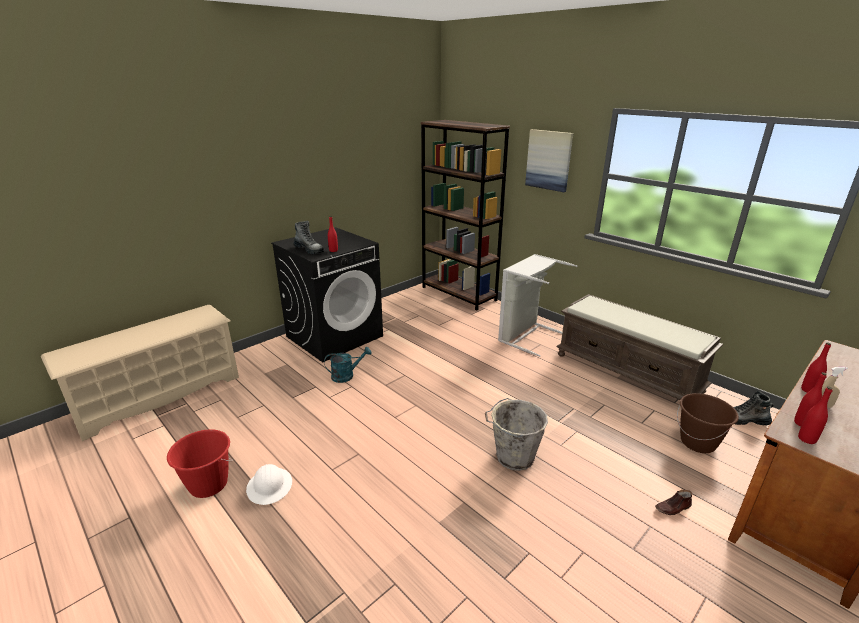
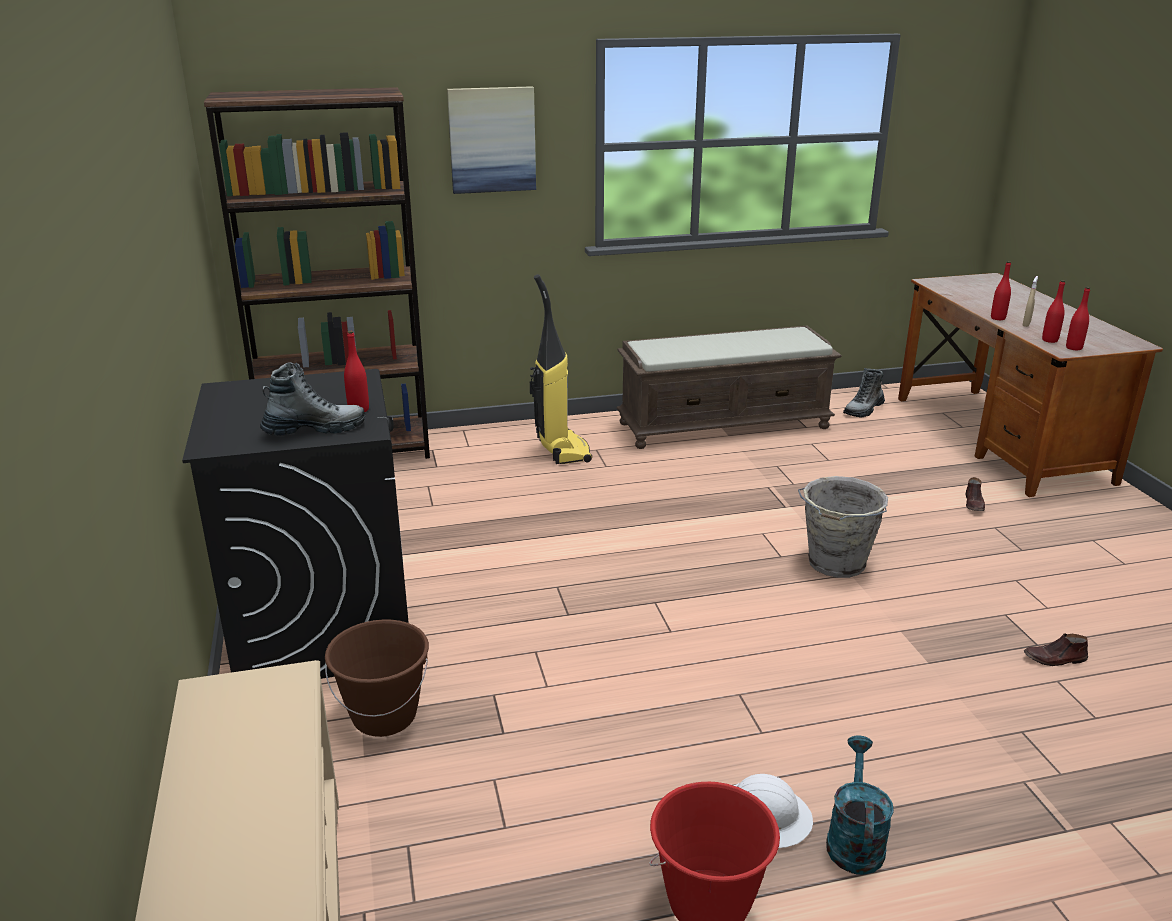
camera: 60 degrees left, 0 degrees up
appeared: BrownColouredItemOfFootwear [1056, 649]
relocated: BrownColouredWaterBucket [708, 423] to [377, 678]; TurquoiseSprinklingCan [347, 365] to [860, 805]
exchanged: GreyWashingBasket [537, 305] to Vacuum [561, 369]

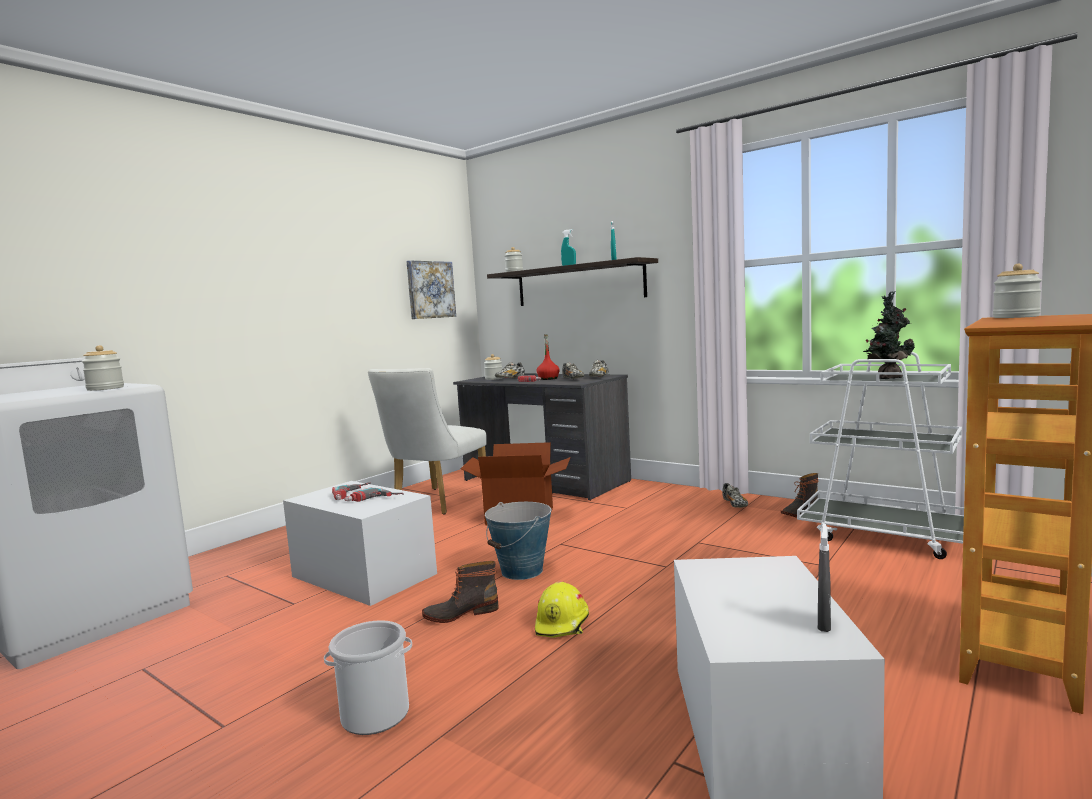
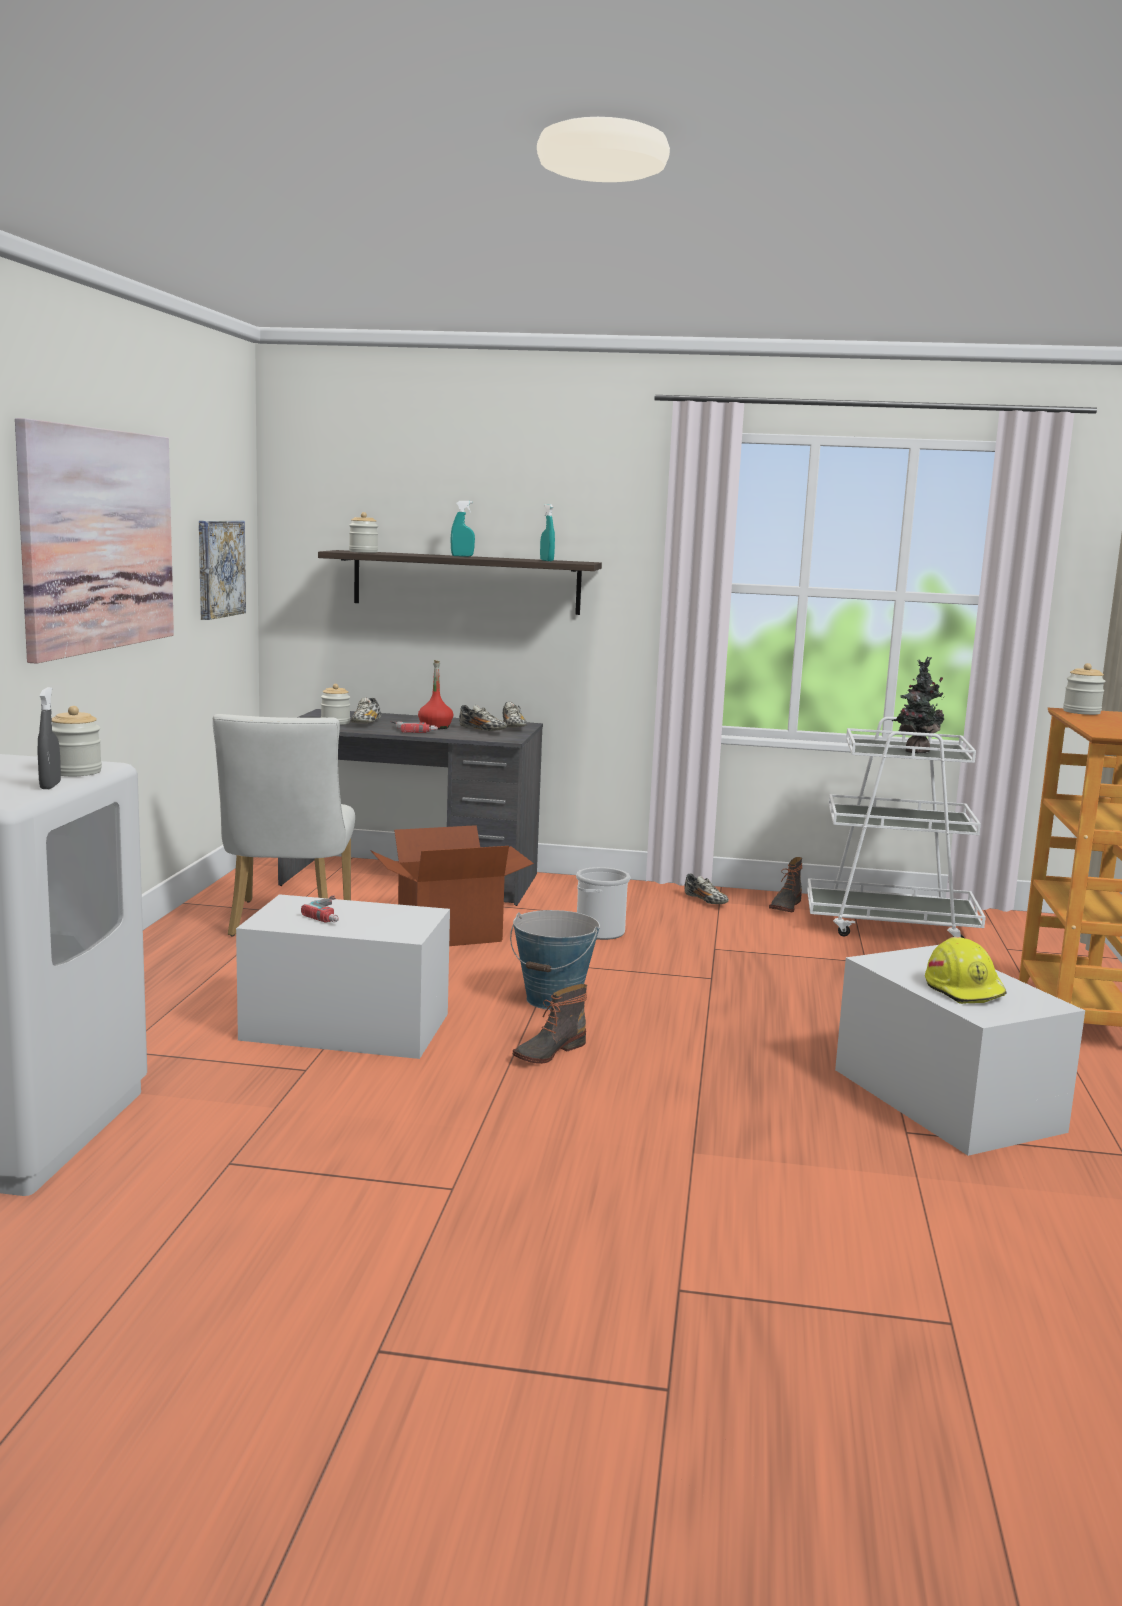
camera: 30 degrees left, 5 degrees up
missing: Drill [374, 494]
appeared: WallArt [94, 541]
relocated: GreySprayBottle [824, 578] to [49, 738]; WaterBucket [368, 677] to [603, 903]; YellowColouredSafetyHelmet [562, 609] to [965, 970]

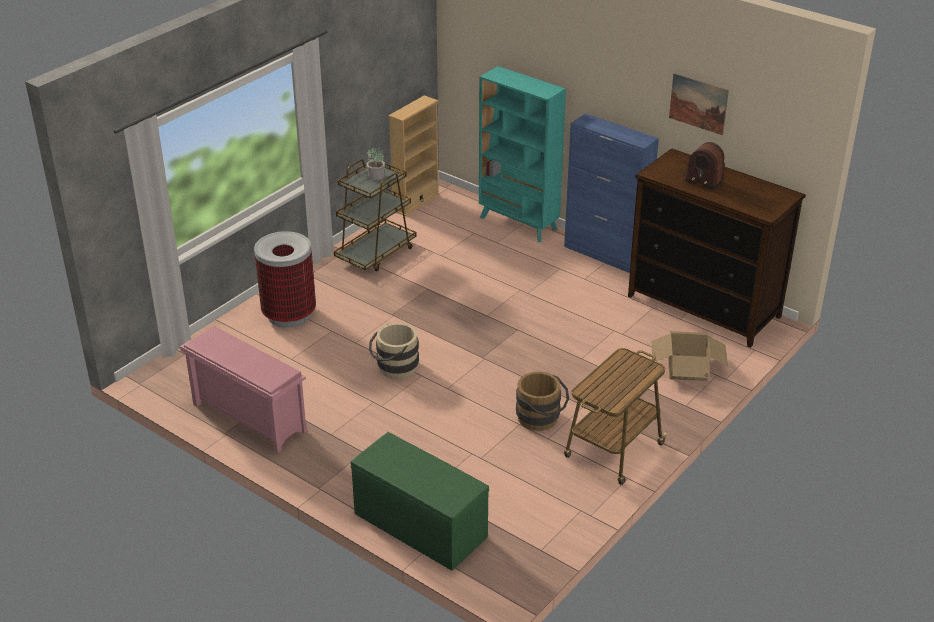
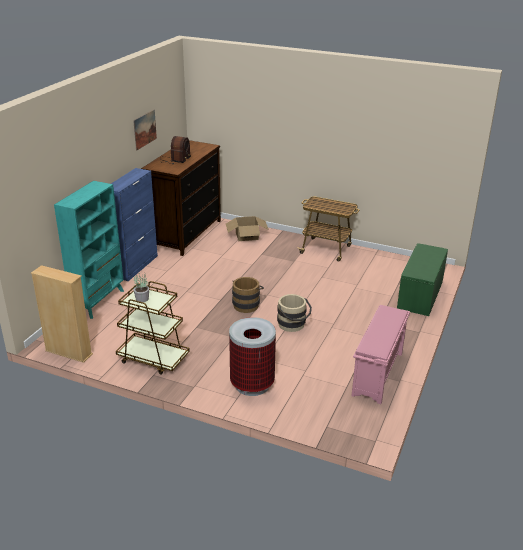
camera: 105 degrees left, 5 degrees down
relocated: BrownColouredWaterBucket [542, 401] to [248, 295]

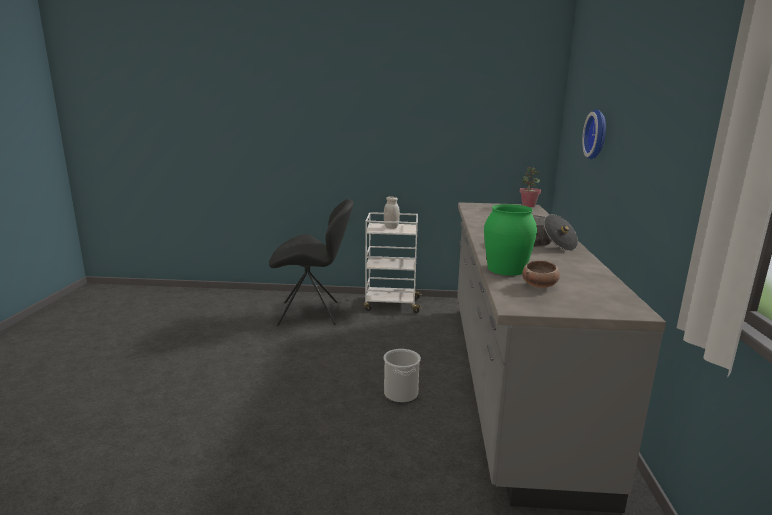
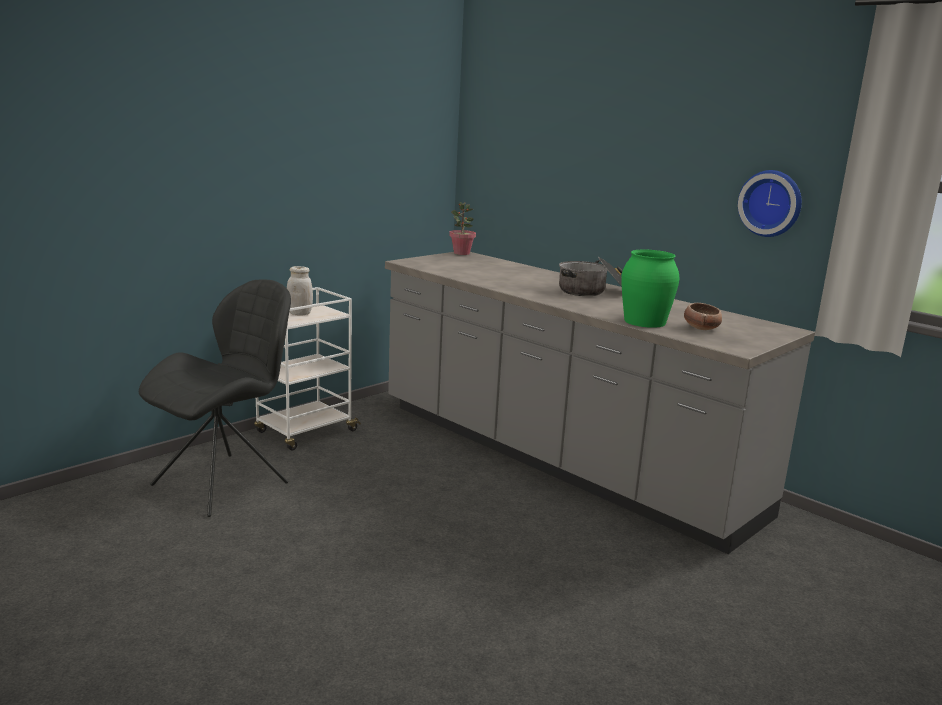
camera: 50 degrees left, 0 degrees up
missing: WaterBucket [402, 376]
relocated: HangingClock [594, 134] to [770, 203]

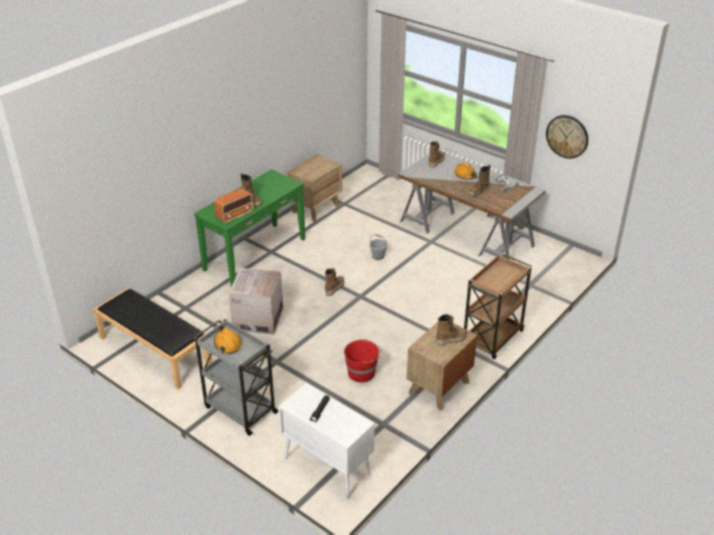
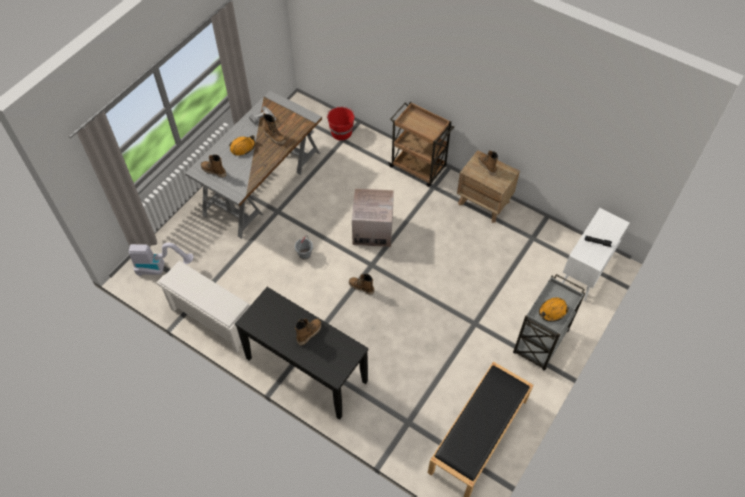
camera: 95 degrees left, 20 degrees up
missing: RadioReceiver [233, 205]; HangingClock [567, 137]
appeared: Vacuum [161, 259]
relocated: RedColouredWaterBucket [362, 361] to [341, 123]; Carton [256, 301] to [373, 217]
exchanged: BrownColouredNightTable [315, 188] to WhitishShoeRack [203, 307]
colour: GreenColouredHallTable [249, 227] to BlackishHallTable [301, 353]

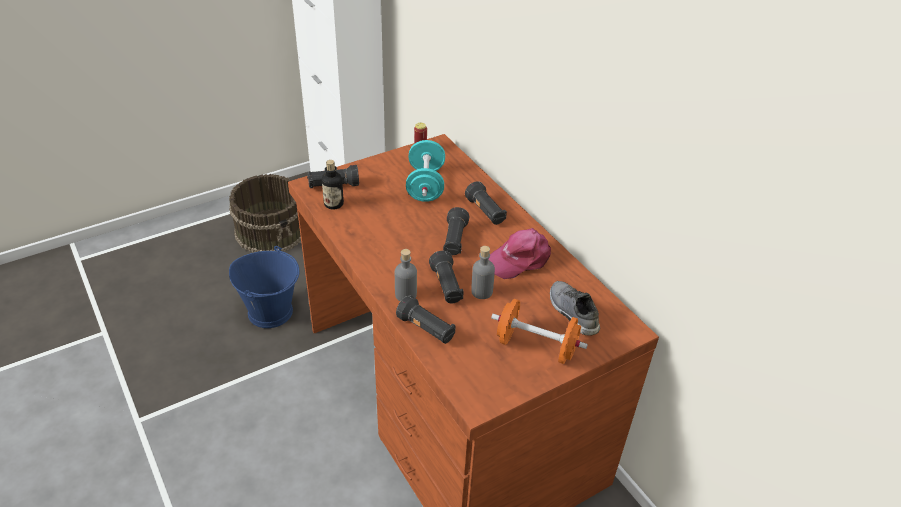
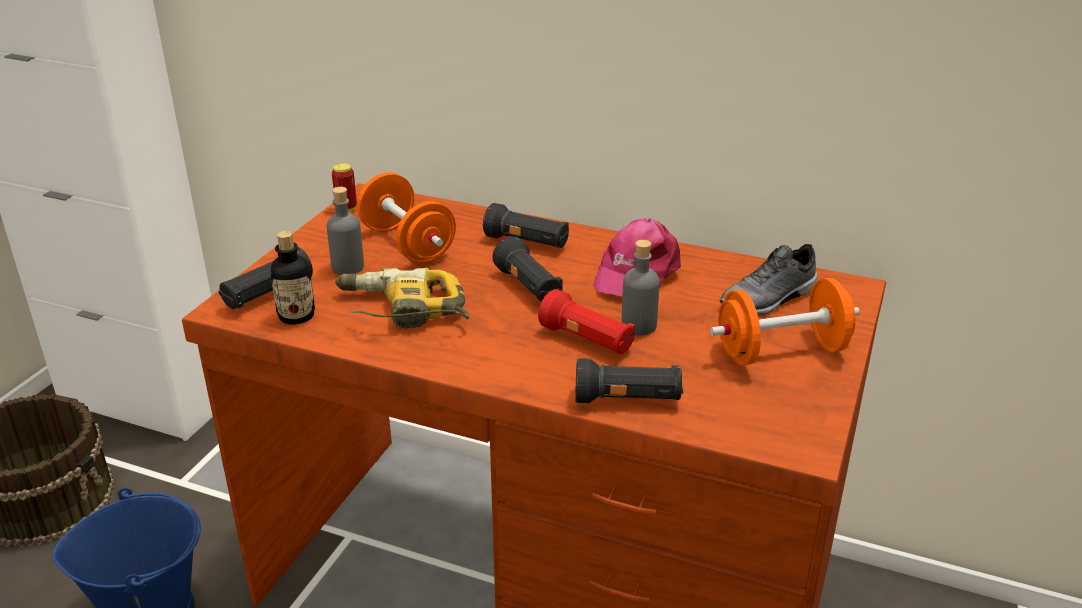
camera: 35 degrees left, 10 degrees down
appeared: Drill [402, 298]
relocated: GreyDrinkBottle [406, 275] to [345, 231]
colour: TurquoiseFreeWeight [425, 171] to OrangeFreeWeight [406, 218]; BlackishTorch [446, 277] to RedColouredTorch [586, 321]
spun: GreyItemOfFootwear [575, 308] = [769, 279] 60 degrees counterclockwise

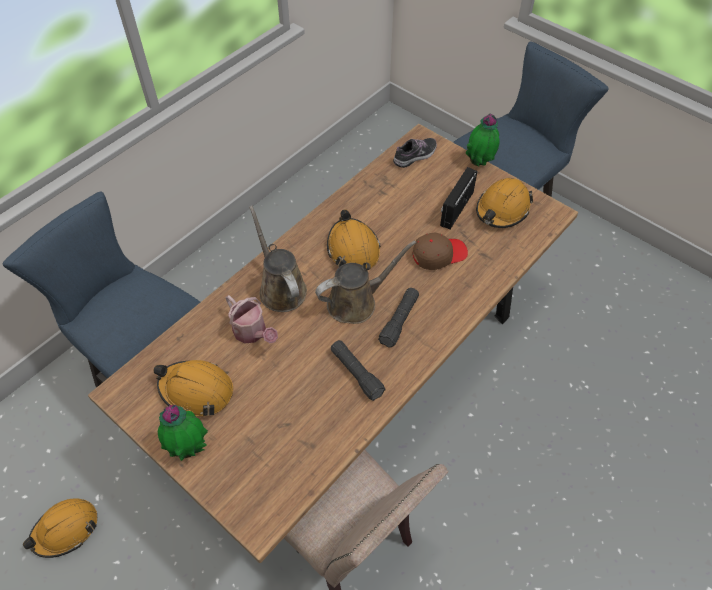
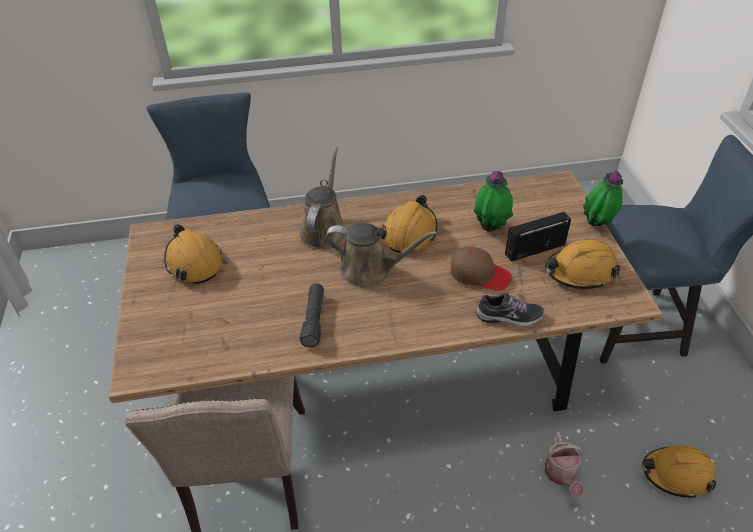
camera: 40 degrees right, 10 degrees down
missing: BlackishTorch [398, 318]
relocated: PottedPlant [183, 433] to [493, 201]; ItemOfFootwear [415, 153] to [510, 310]; SprinklingCan [251, 319] to [564, 464]; OrangeSafetyHelmet [60, 528] to [679, 472]

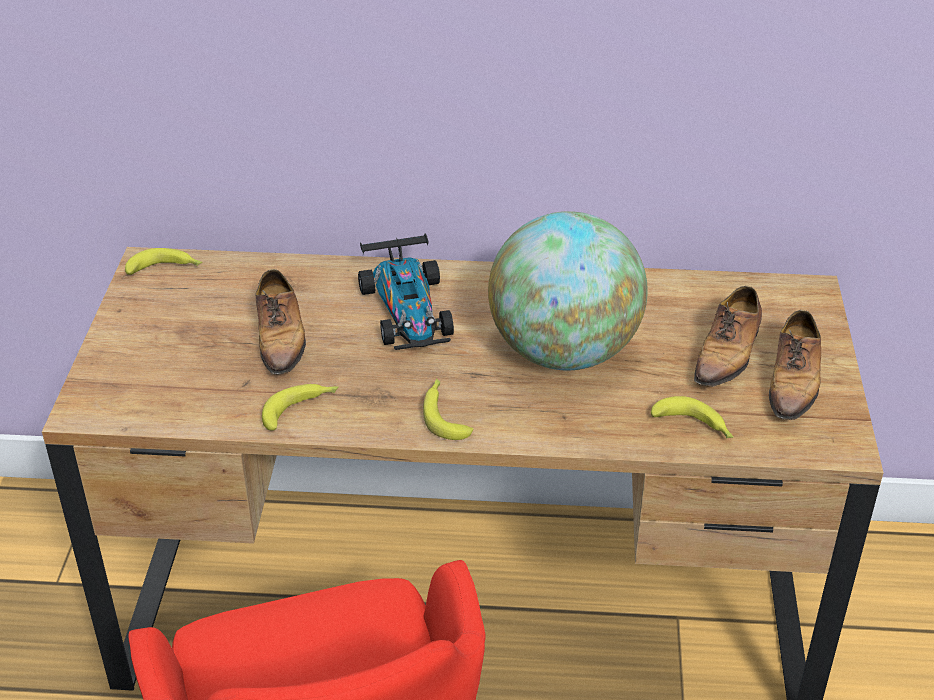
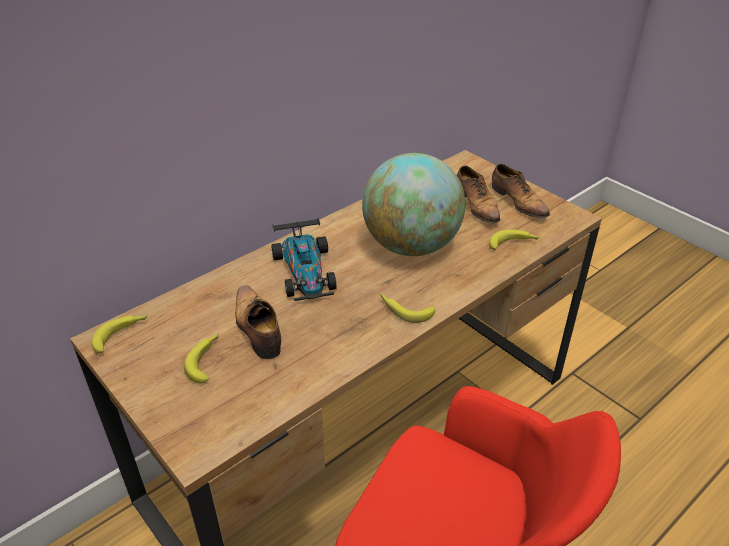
camera: 45 degrees left, 0 degrees up
relocated: WholeBanana [300, 407] to [201, 358]
spun: ItemOfFootwear [280, 322] = [258, 322] 150 degrees counterclockwise; ToyCar [406, 292] = [304, 259] 45 degrees clockwise

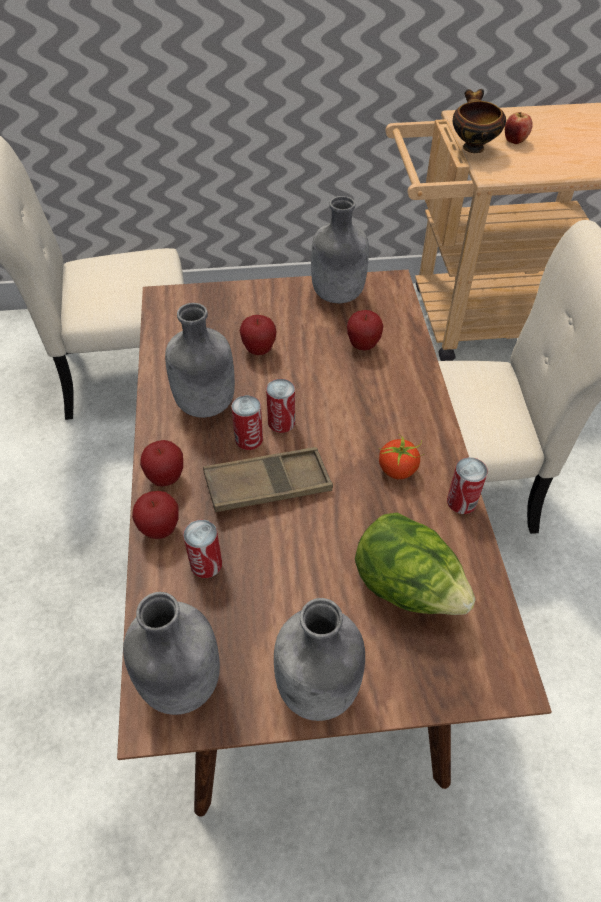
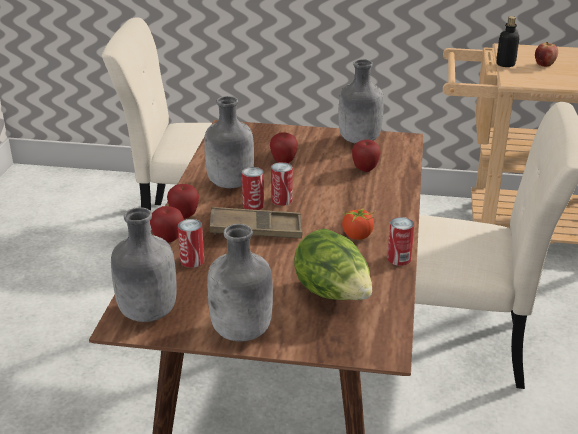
camera: 15 degrees right, 20 degrees down
exchanged: Bowl [479, 121] to DrinkBottle [507, 41]

